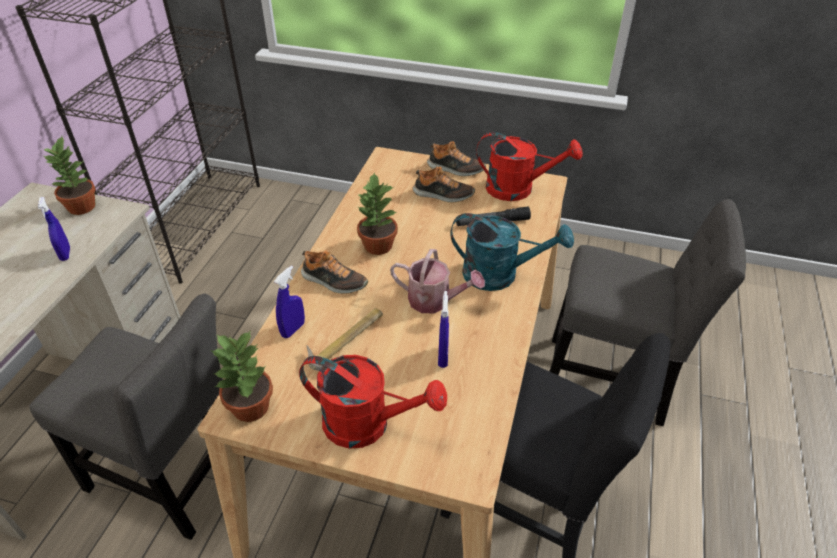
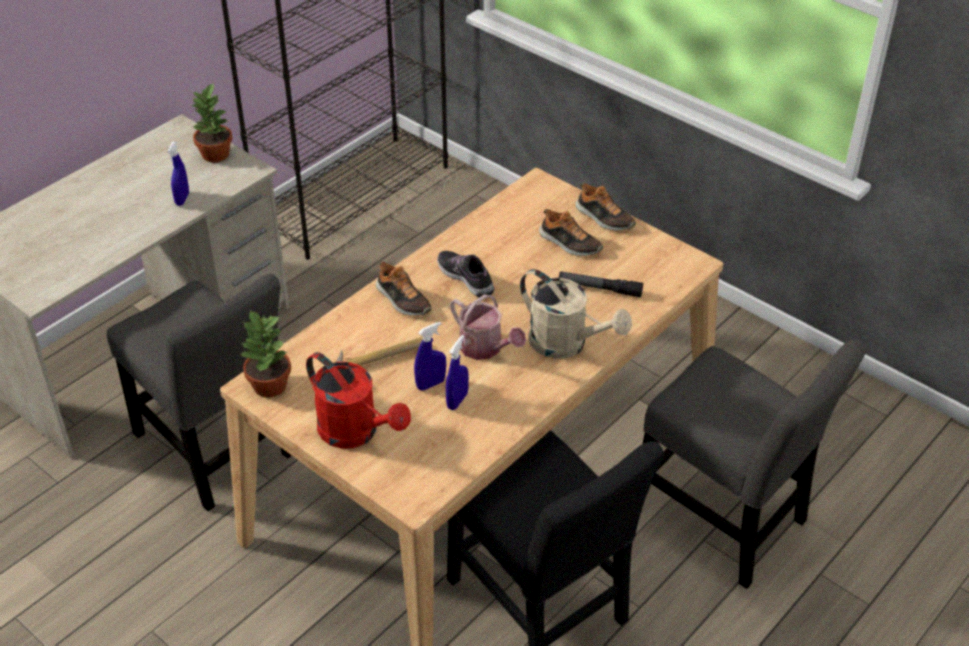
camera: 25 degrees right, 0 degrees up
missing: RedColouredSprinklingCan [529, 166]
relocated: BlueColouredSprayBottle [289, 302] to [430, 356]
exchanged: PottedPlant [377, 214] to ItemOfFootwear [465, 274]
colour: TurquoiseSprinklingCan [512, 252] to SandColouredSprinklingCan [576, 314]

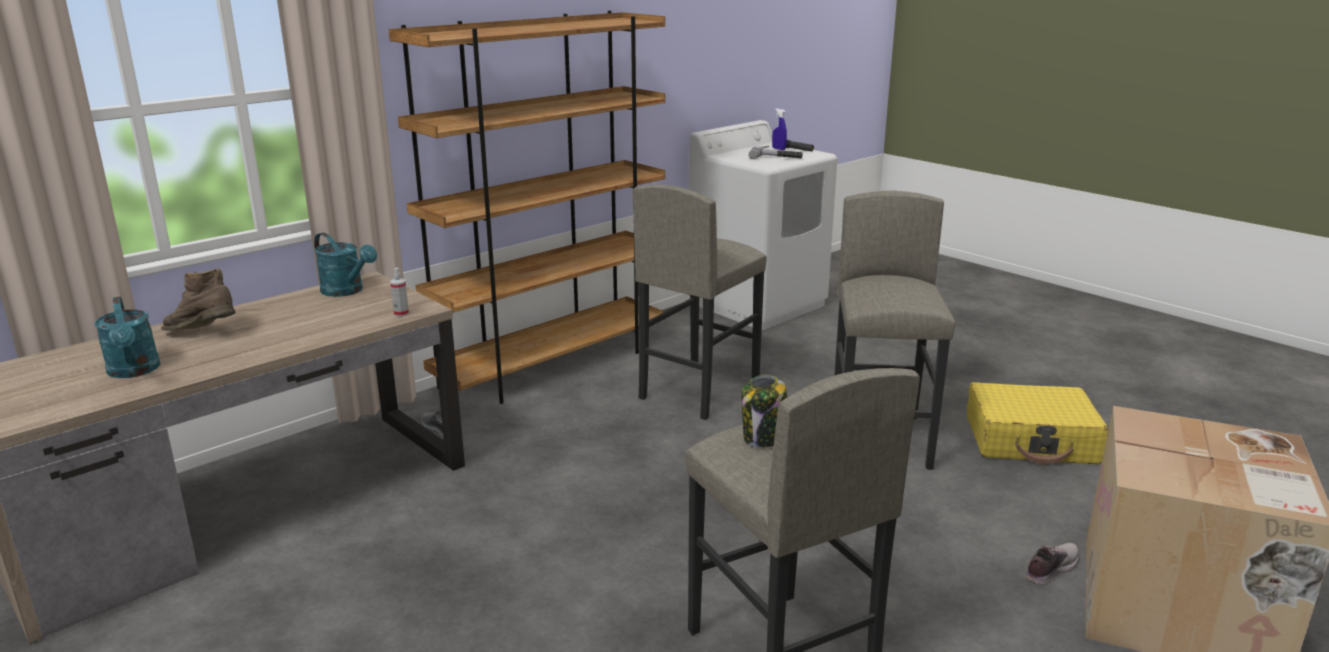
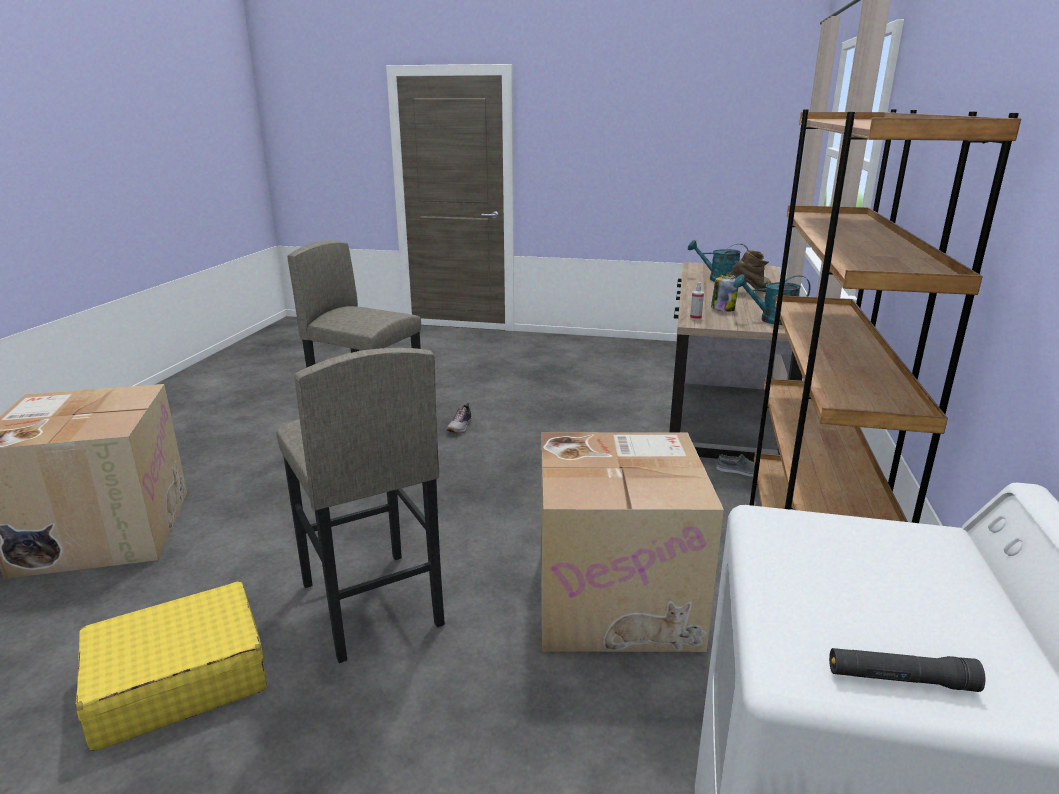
camera: 145 degrees right, 0 degrees up
missing: HandHammer [776, 152]; BlueColouredSprayBottle [779, 129]
relocated: ItemOfFootwear [1052, 564] to [459, 417]; PreserveJar [764, 411] to [724, 293]
exchanged: GreySittingStool [699, 302] to Carton [632, 542]

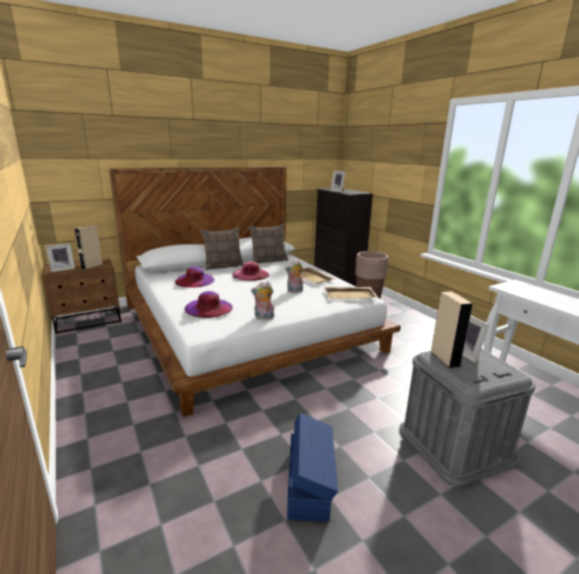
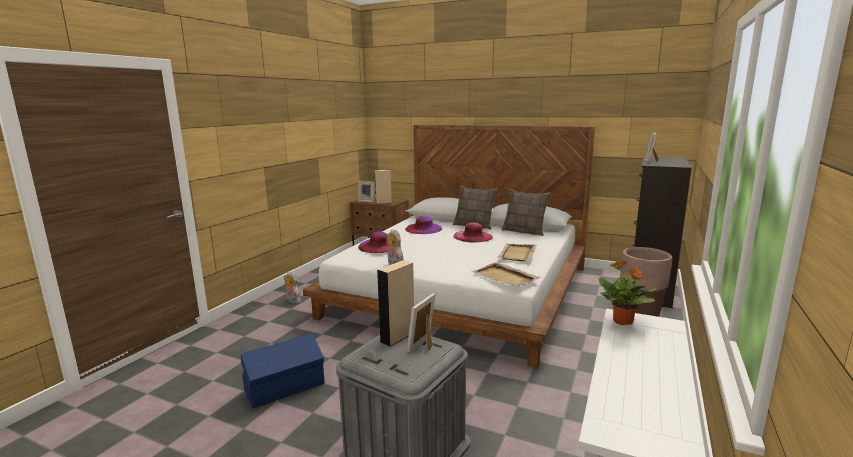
camera: 55 degrees right, 5 degrees down
appeared: PottedPlant [627, 293]
relocated: PlushToy [294, 276] to [292, 287]

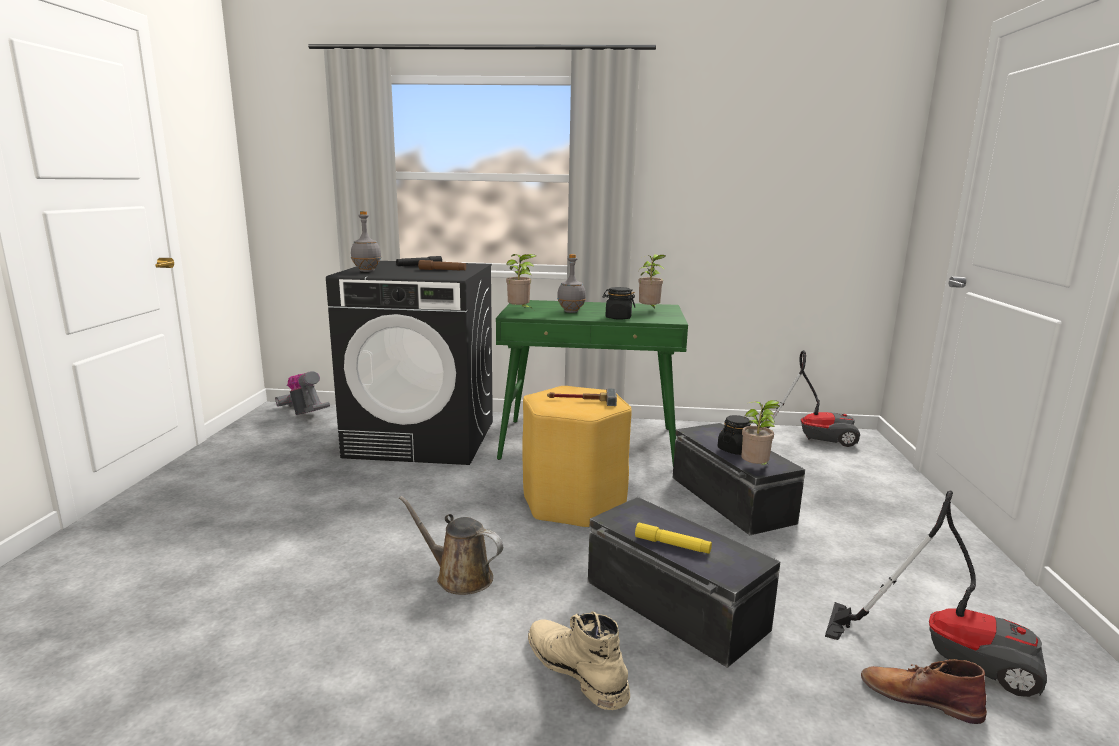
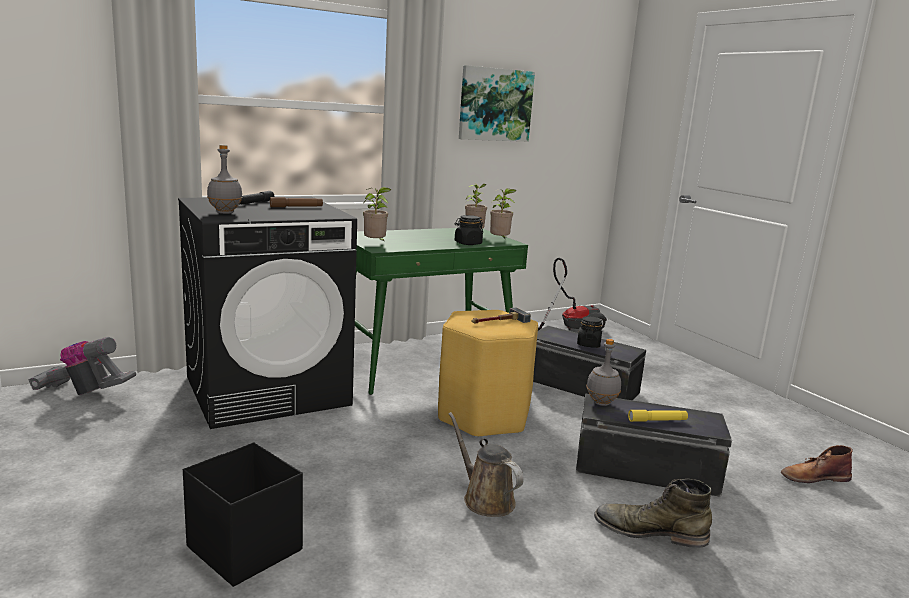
camera: 35 degrees left, 0 degrees up
missing: Vacuum [936, 594]
appeared: BlackishStorageBin [243, 515]; WallArt [497, 103]
relocated: PottedPlant [761, 432] to [503, 213]; GreyDrinkBottle [571, 283] to [603, 372]
colour: SandColouredBoot [579, 661] to GreenColouredBoot [653, 513]
spun: BrownColouredSprinklingCan [451, 545] = [486, 464] 60 degrees clockwise

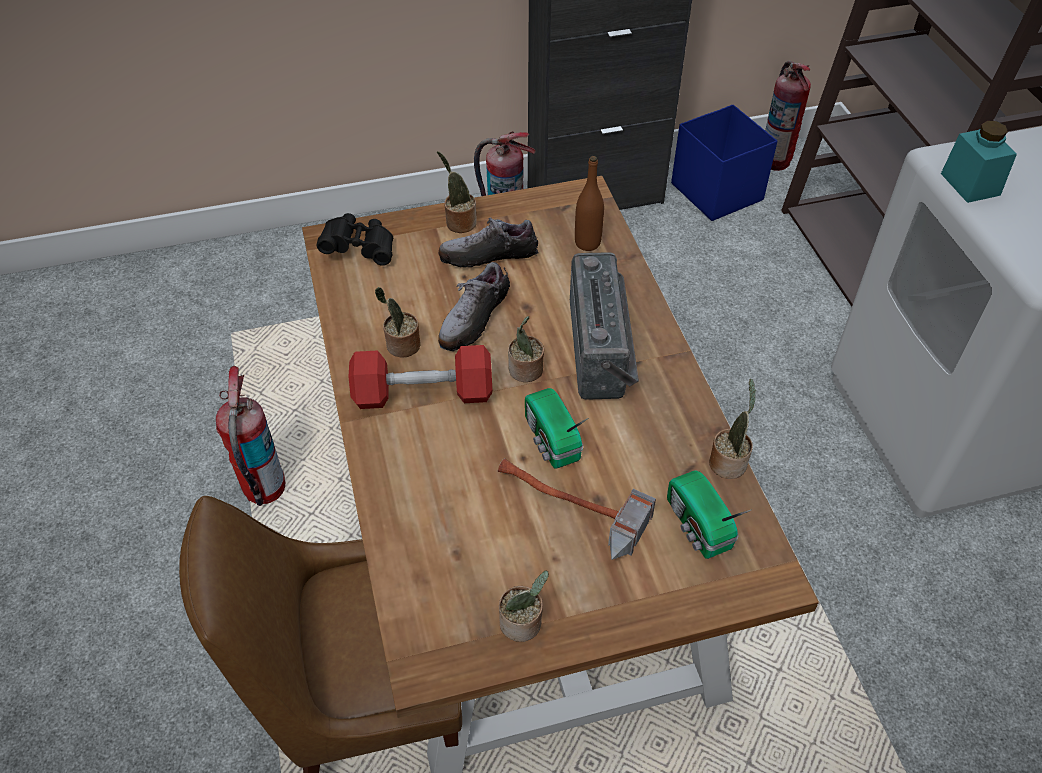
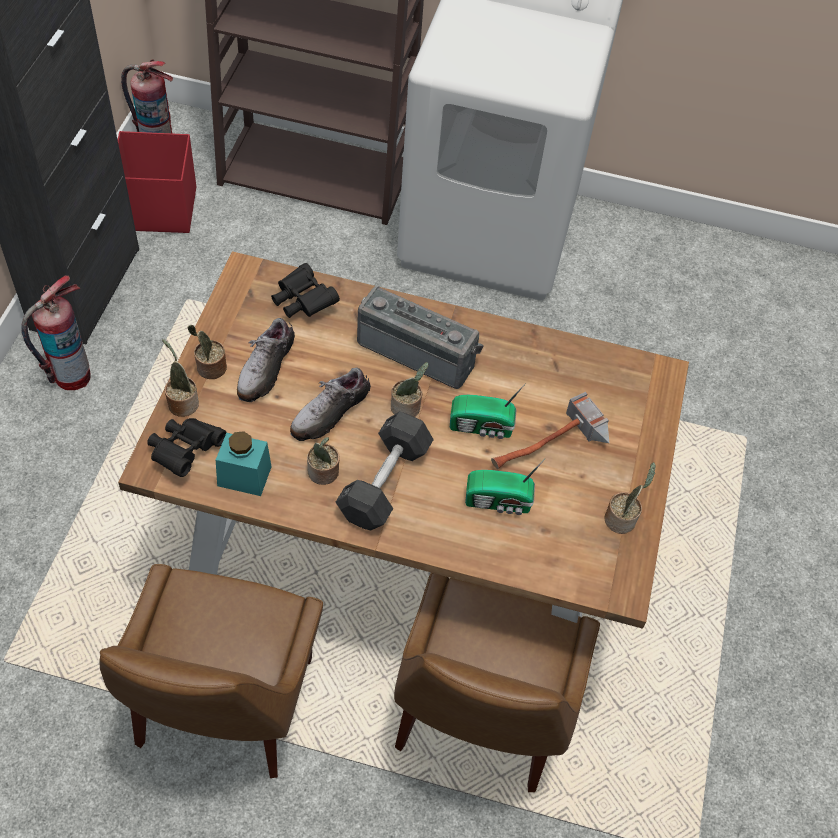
camera: 65 degrees left, 5 degrees up
relocated: PottedPlant [732, 429] to [180, 378]; TurquoisePreserveJar [979, 162] to [244, 463]; RadioReceiver [709, 514] to [505, 487]
exchanged: FireFightingCylinder [250, 436] to BrownColouredUprightChair [211, 671]; BrownColouredDrinkBottle [589, 203] to BlackishPairOfBinoculars [305, 290]
colour: BlueColouredStorageBin [724, 162] to RedColouredStorageBin [157, 182]; RedColouredFreeWeight [420, 377] to GreyFreeWeight [385, 470]
spun: ItemOfFootwear [474, 306] = [330, 404] 75 degrees clockwise

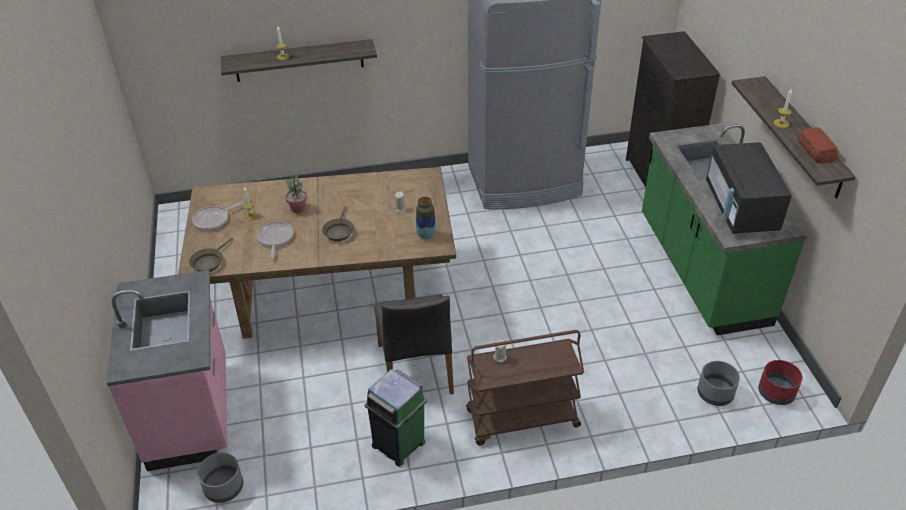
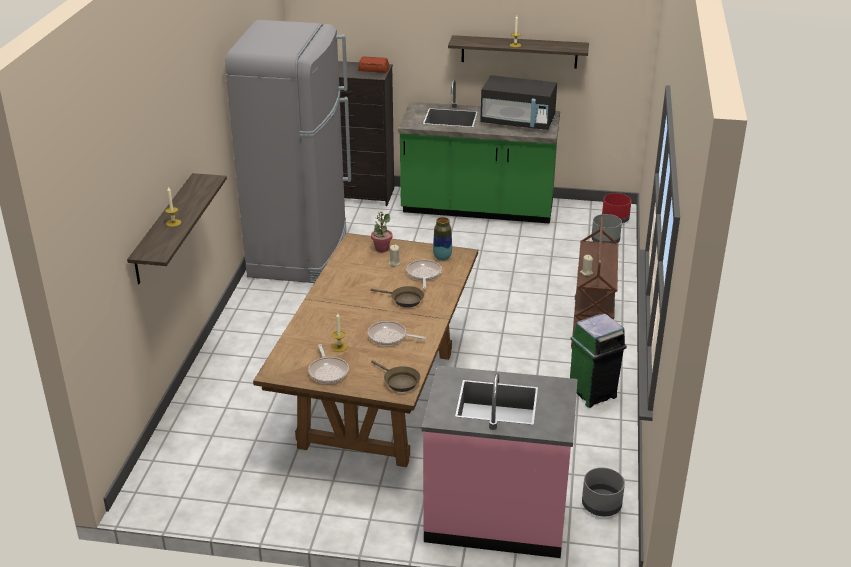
camera: 70 degrees left, 10 degrees down
missing: GreyUprightChair [414, 344]
appeared: FryingPan [424, 274]
relocated: BakeryBread [818, 145] to [373, 64]; PottedPlant [296, 194] to [381, 231]

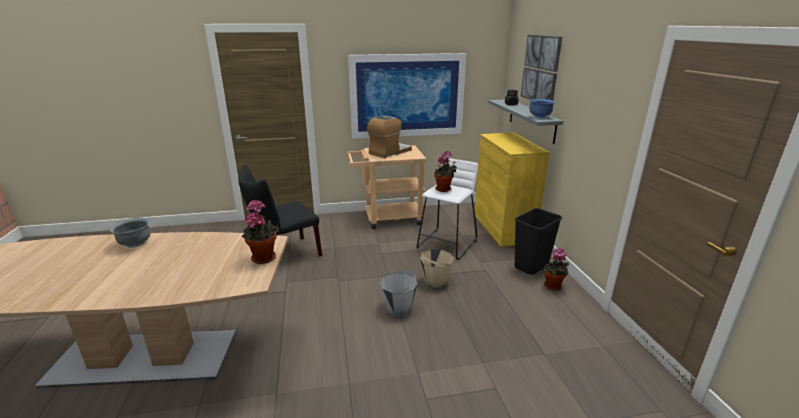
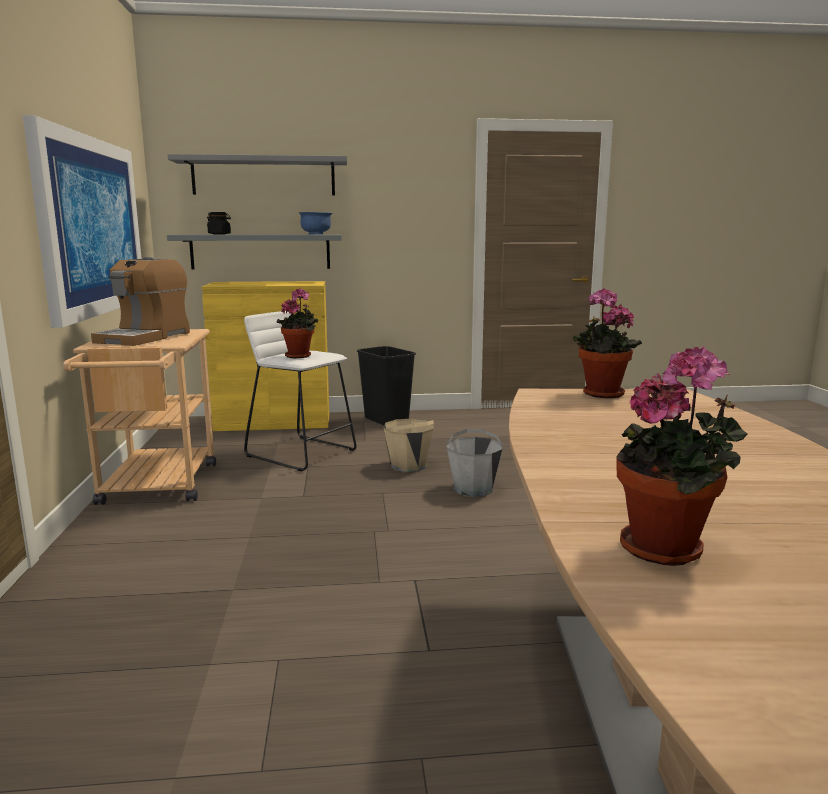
camera: 85 degrees left, 10 degrees down
missing: GreyBowl [130, 232]; BlackishUprightChair [280, 211]
relocated: PottedPlant [555, 269] to [681, 456]
exchanged: WallArt [541, 67] to GreyBracketShelf [257, 174]
spun: CoffeeMachine [389, 136] = [140, 301] 120 degrees counterclockwise

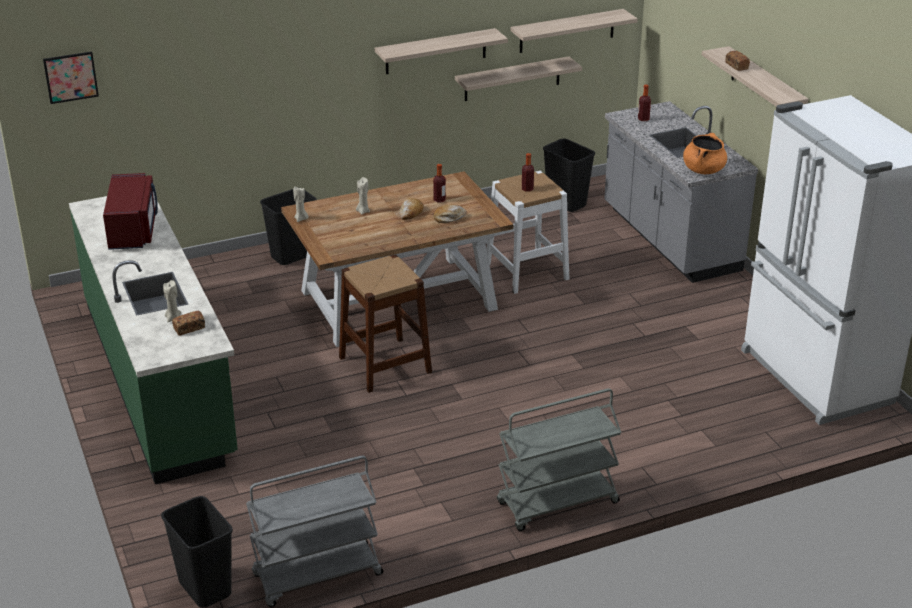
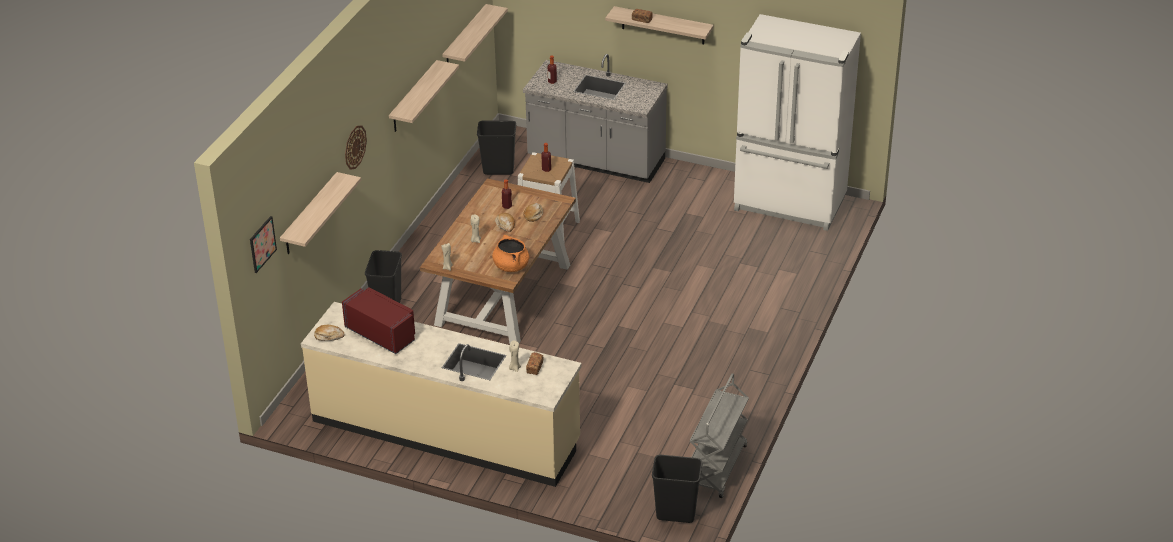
camera: 45 degrees left, 5 degrees up
missing: BrownColouredSittingStool [385, 323]; GreyTrolley [559, 460]
appeared: BakeryBread [329, 333]; HangingClock [356, 147]
relocated: BracketShelf [518, 78] to [320, 213]; OrangeStockpot [705, 153] to [510, 253]
colour: GreenColouredKitchenCounter [153, 340] to SandColouredKitchenCounter [441, 394]

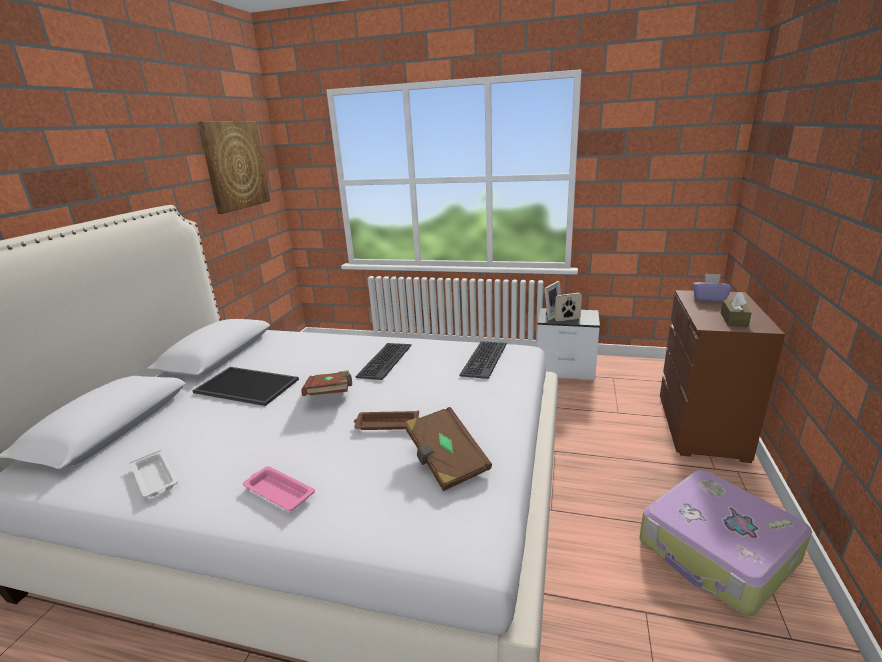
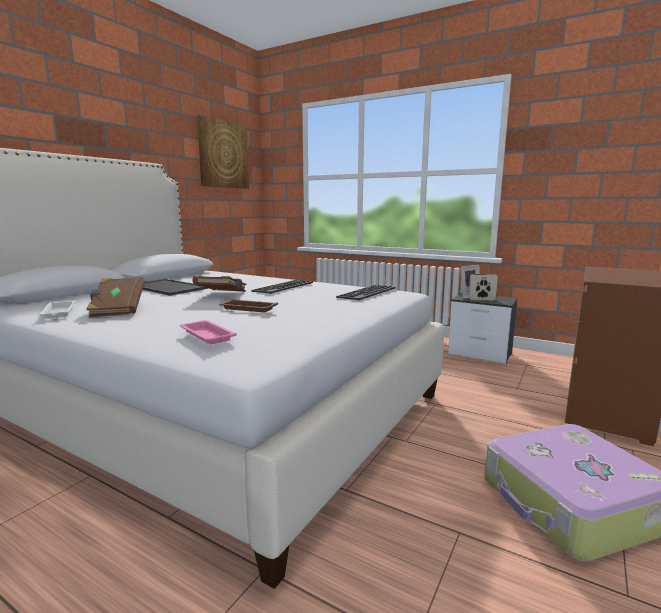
camera: 15 degrees right, 10 degrees down
missing: PurpleColouredTissueBox [712, 287]; BrownColouredTissueBox [736, 309]
relocated: BrownColouredVolume [448, 449] to [115, 297]; PinkColouredServingTray [279, 488] to [208, 332]

